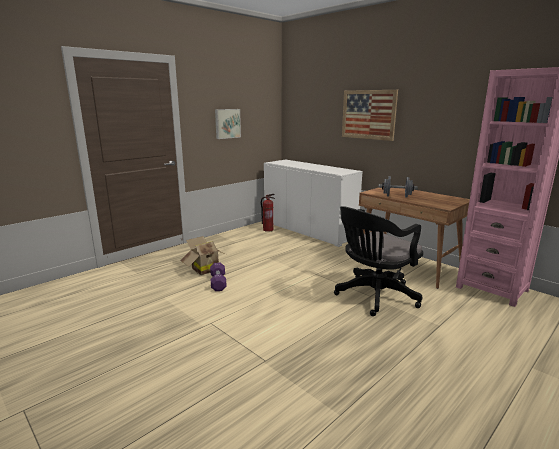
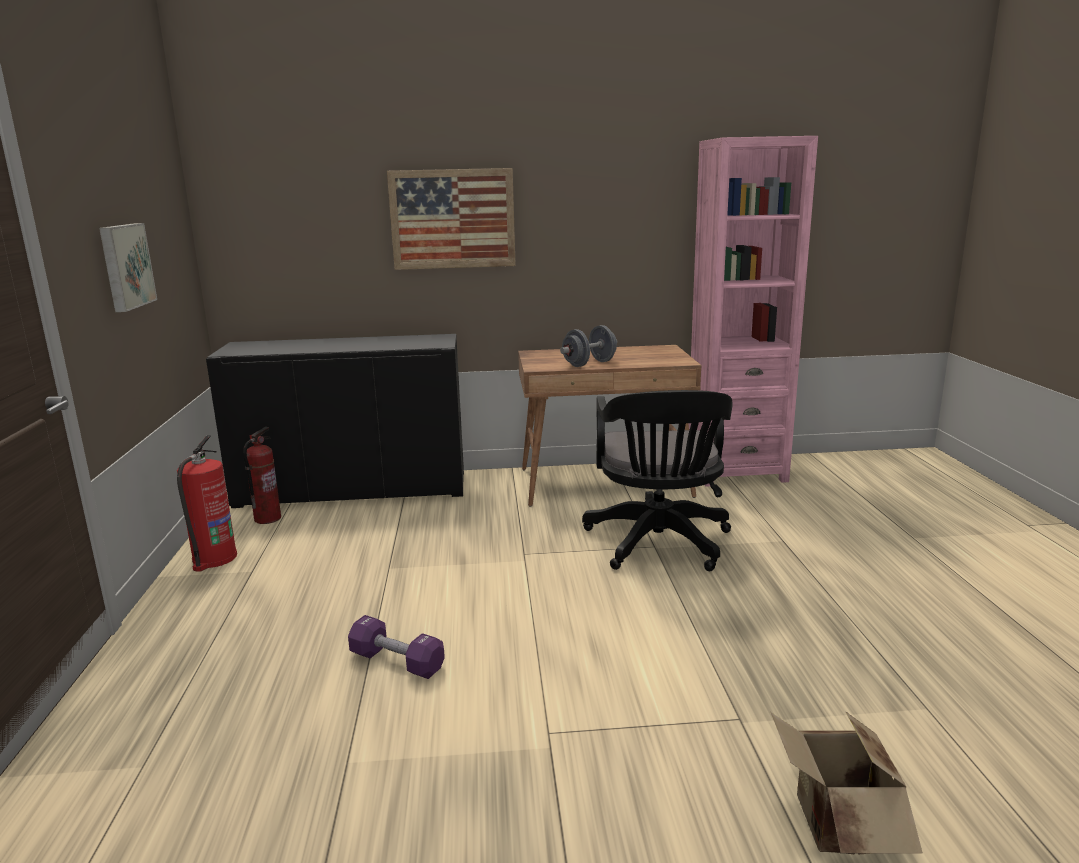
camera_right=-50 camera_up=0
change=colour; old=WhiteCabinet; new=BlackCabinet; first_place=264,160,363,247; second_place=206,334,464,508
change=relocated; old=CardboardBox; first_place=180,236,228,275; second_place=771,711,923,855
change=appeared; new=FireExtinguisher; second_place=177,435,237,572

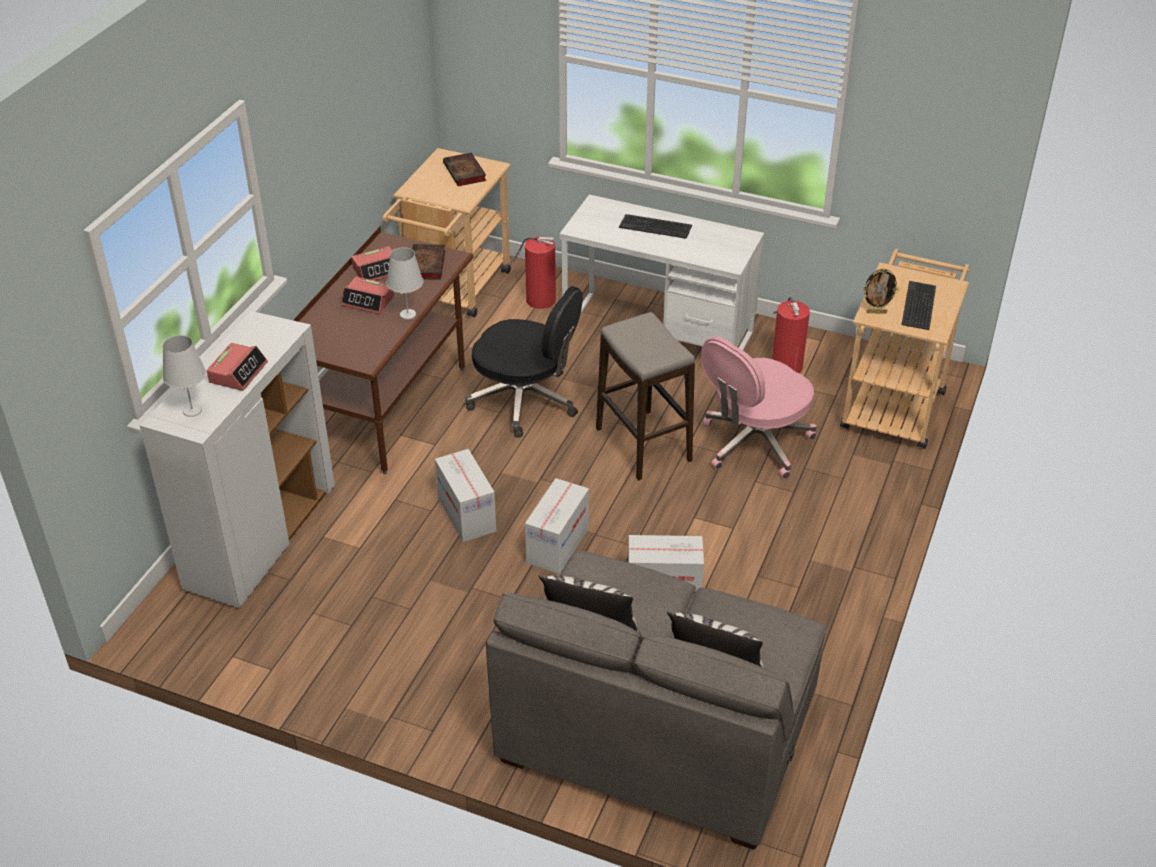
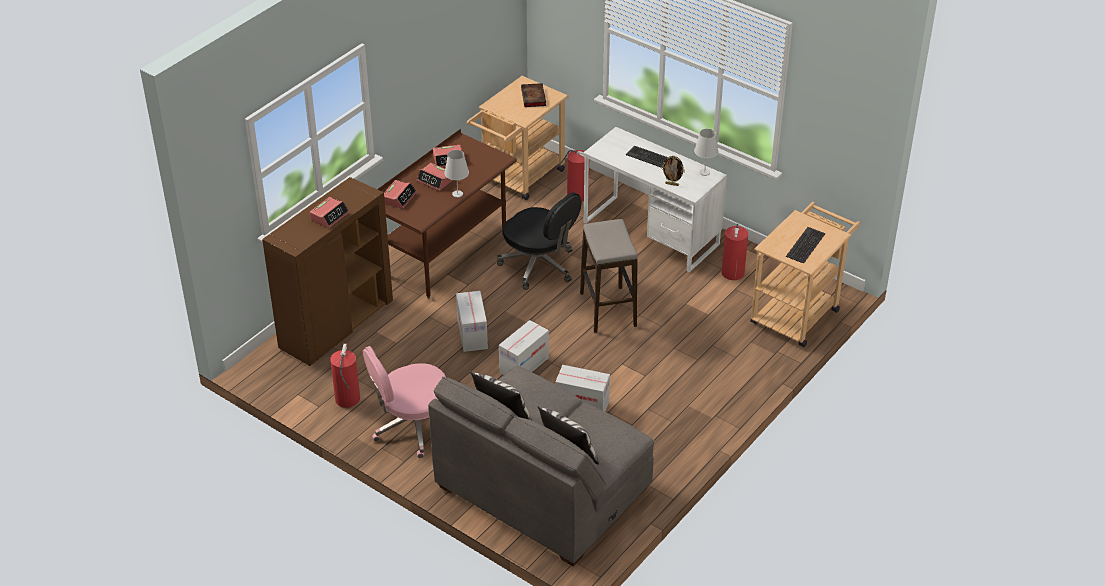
camera_right=15 camera_up=0
change=missing; old=Book; first_place=412,244,445,280
change=relocated; old=PictureFrame; first_place=863,268,899,313; second_place=661,156,685,186
change=colour; old=WhiteCabinet; new=BrownCabinet; first_place=139,311,335,608; second_place=262,177,393,366
change=relocated; old=WhiteTableLamp; first_place=163,335,206,417; second_place=694,129,718,176
change=relocated; old=PinkOfficeChair; first_place=701,336,817,479; second_place=363,346,446,458
change=appeared; new=AlarmClock; second_place=384,180,417,209
change=appeared; new=FireExtinguisher; second_place=330,344,360,408

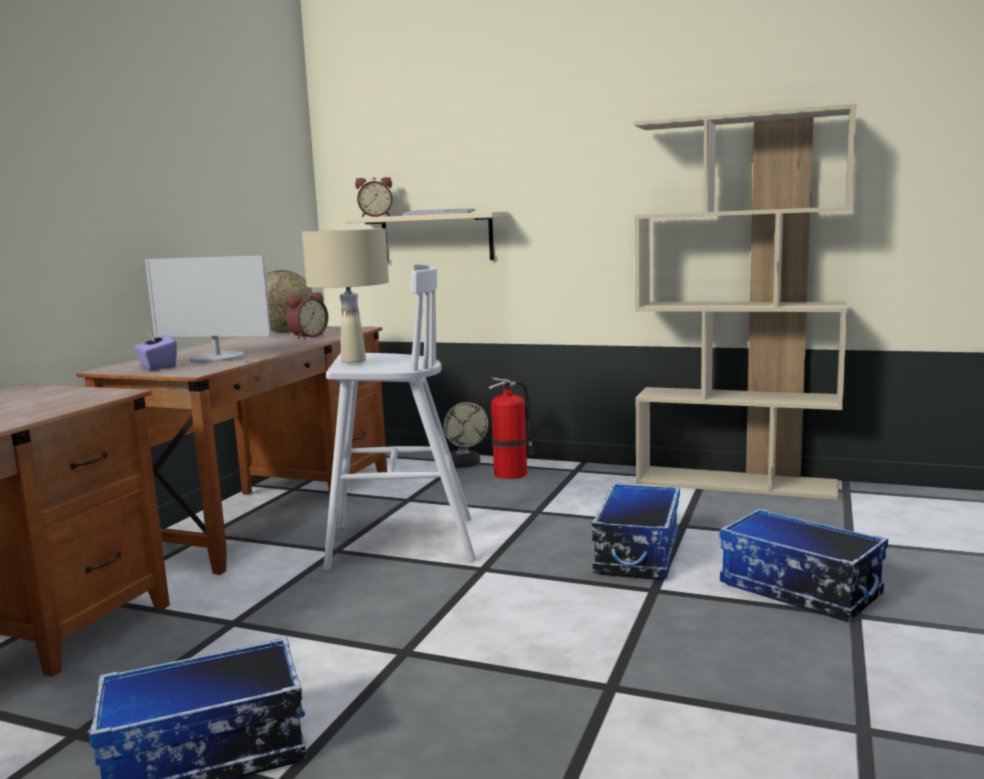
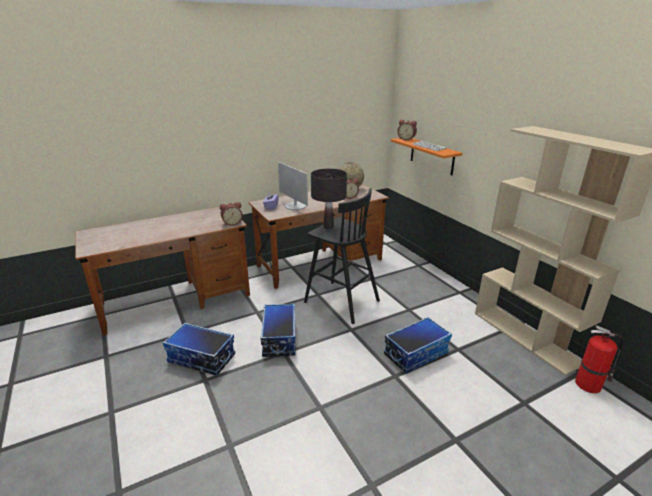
camera_right=40 camera_up=15
change=colour; old=BeigeShelf; new=OrangeShelf; first_place=345,212,509,260; second_place=391,138,463,175
change=colour; old=BeigeTableLamp; new=BlackTableLamp; first_place=302,228,389,363; second_place=311,169,347,229
change=colour; old=WhiteStool; new=BlackStool; first_place=323,264,476,570; second_place=304,188,380,324
change=relocated; old=FireExtinguisher; first_place=489,377,534,479; second_place=575,325,623,393
change=missing; old=BeigeFan; first_place=444,402,488,468
change=relocated; old=StorageBox; first_place=720,508,888,621; second_place=260,303,295,357
change=appeared; new=AlarmClock; second_place=220,202,243,226

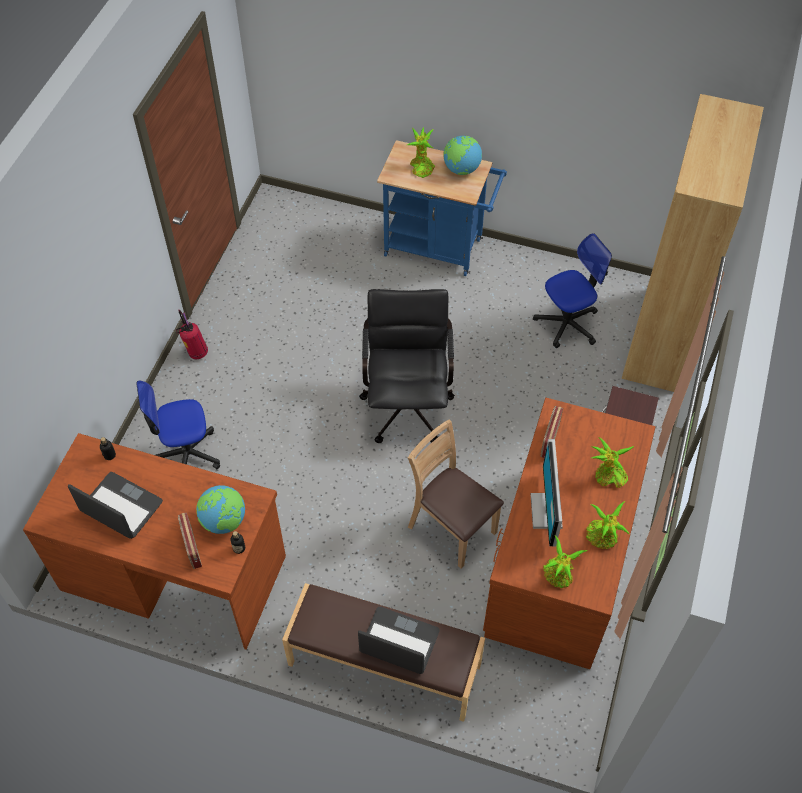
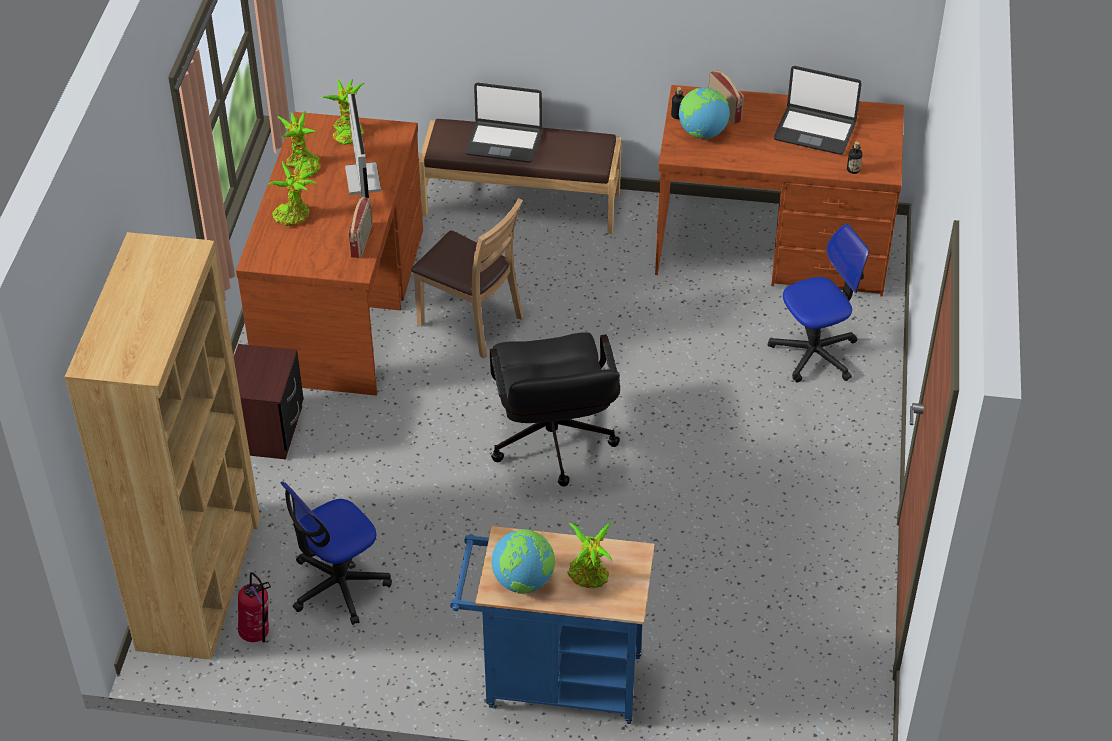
camera_right=170 camera_up=-10
change=relocated; old=FireExtinguisher; first_place=176,310,208,359; second_place=238,572,271,643

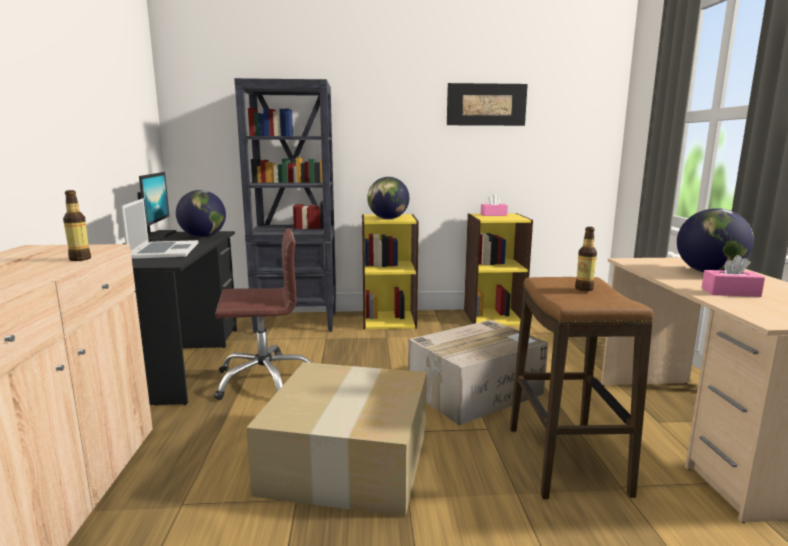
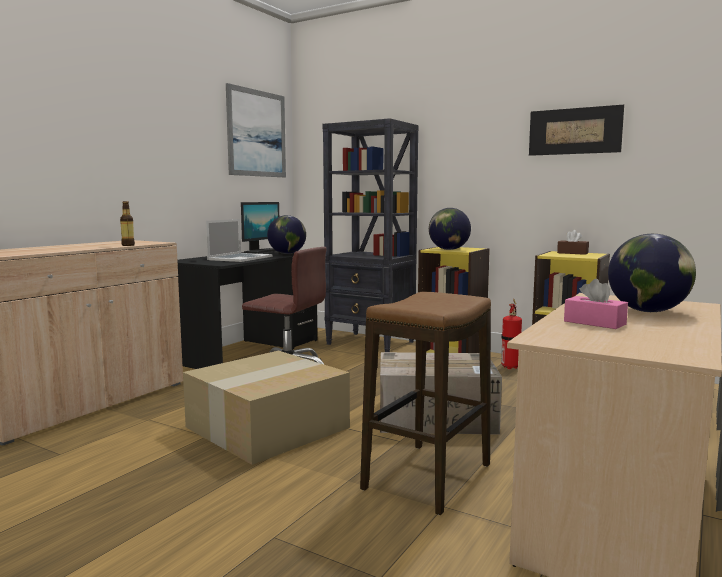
camera_right=35 camera_up=-5
change=colour; old=PinkTissueBox; new=BrownTissueBox; first_place=481,194,508,216; second_place=557,230,589,255
change=missing; old=Bottle; first_place=575,227,597,291
change=appeared; new=Picture; second_place=226,83,286,177
change=appeared; new=FireExtinguisher; second_place=501,299,522,370

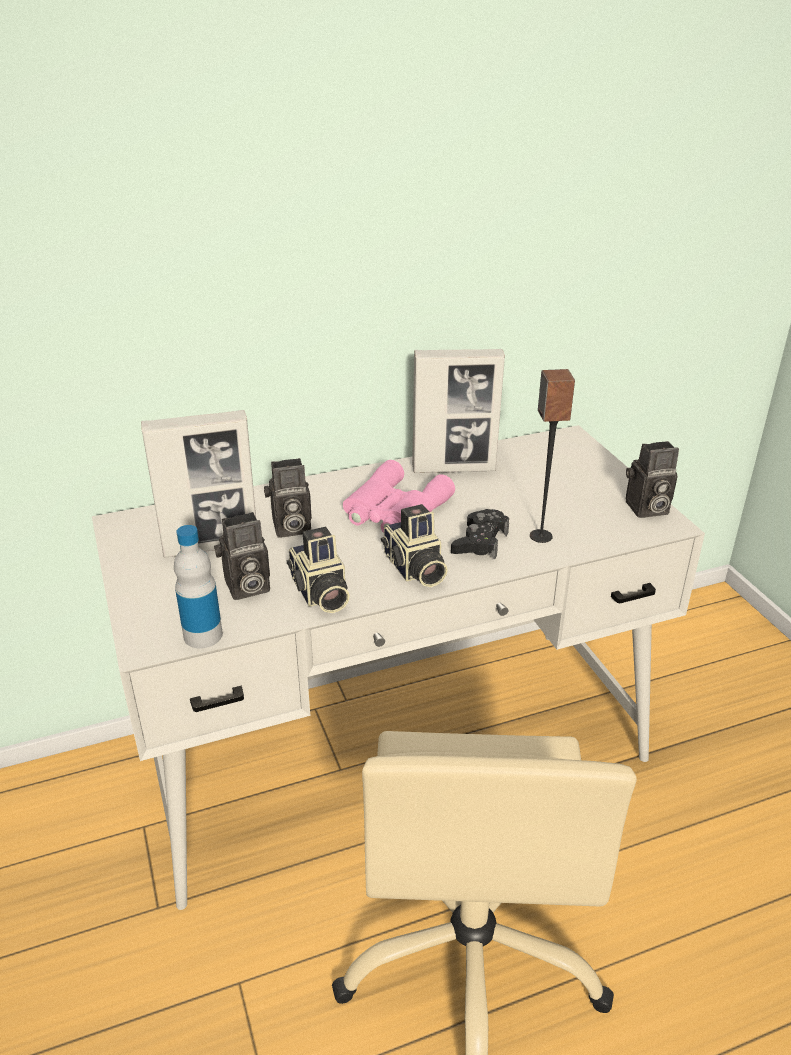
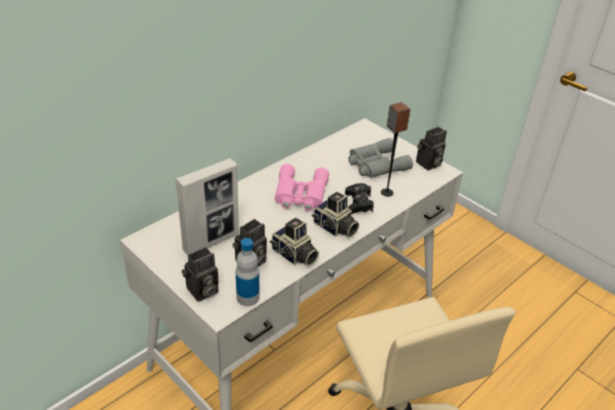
camera_right=-25 camera_up=5
change=missing; old=PictureFrame; first_place=412,349,505,473
change=relocated; old=PhotoCamera; first_place=264,458,312,537; second_place=182,247,218,302
change=appeared; new=GreyBinoculars; second_place=348,138,413,178

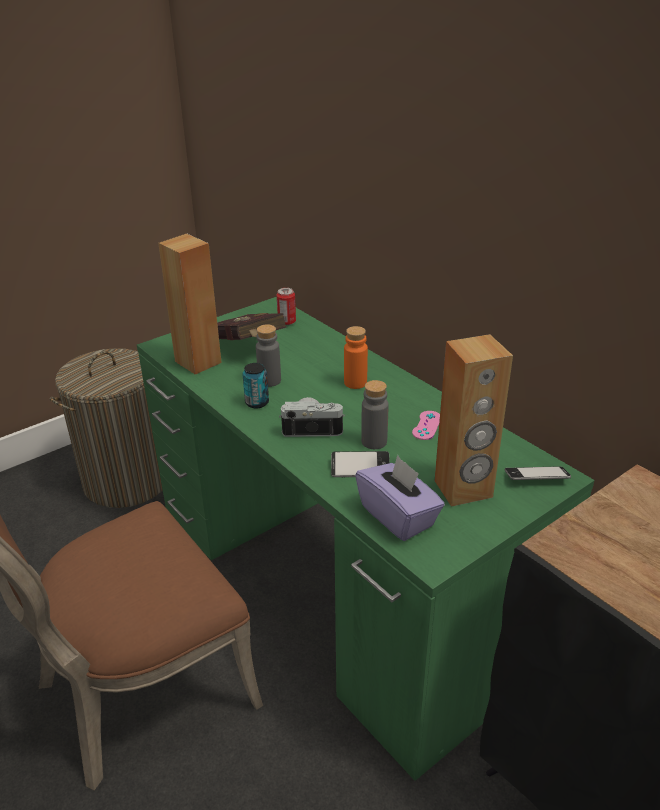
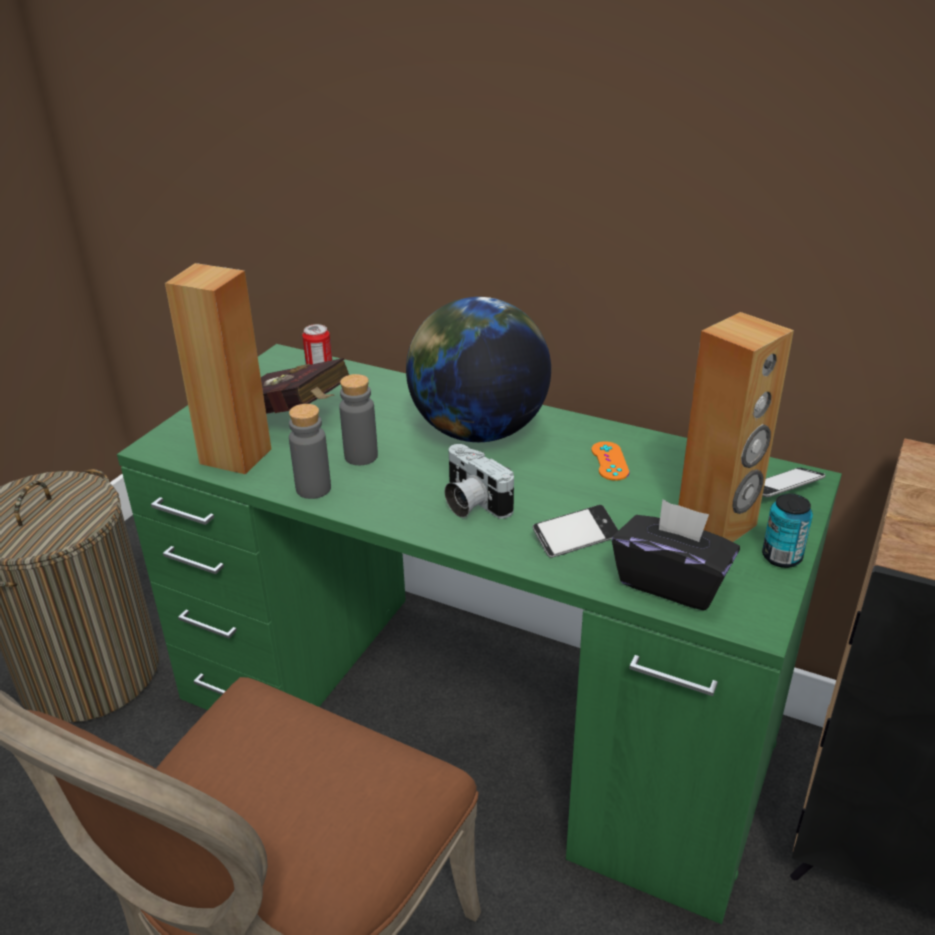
camera_right=-25 camera_up=0
change=exchanged; old=OrangeBottle; new=Globe; first_place=344,326,368,389; second_place=406,297,551,442
change=relocated; old=Can; first_place=243,363,269,408; second_place=762,493,813,568
change=relocated; old=GreyBottle; first_place=361,380,389,449; second_place=289,404,331,499
change=spun; old=PhotoCamera; first_place=279,397,345,437; second_place=445,444,514,519; degrees=-105
change=colour; old=PinkGameController; new=OrangeGameController; first_place=412,411,440,440; second_place=592,441,629,481
change=colour; old=PurpleTissueBox; new=BlackTissueBox; first_place=355,455,445,541; second_place=612,499,740,610

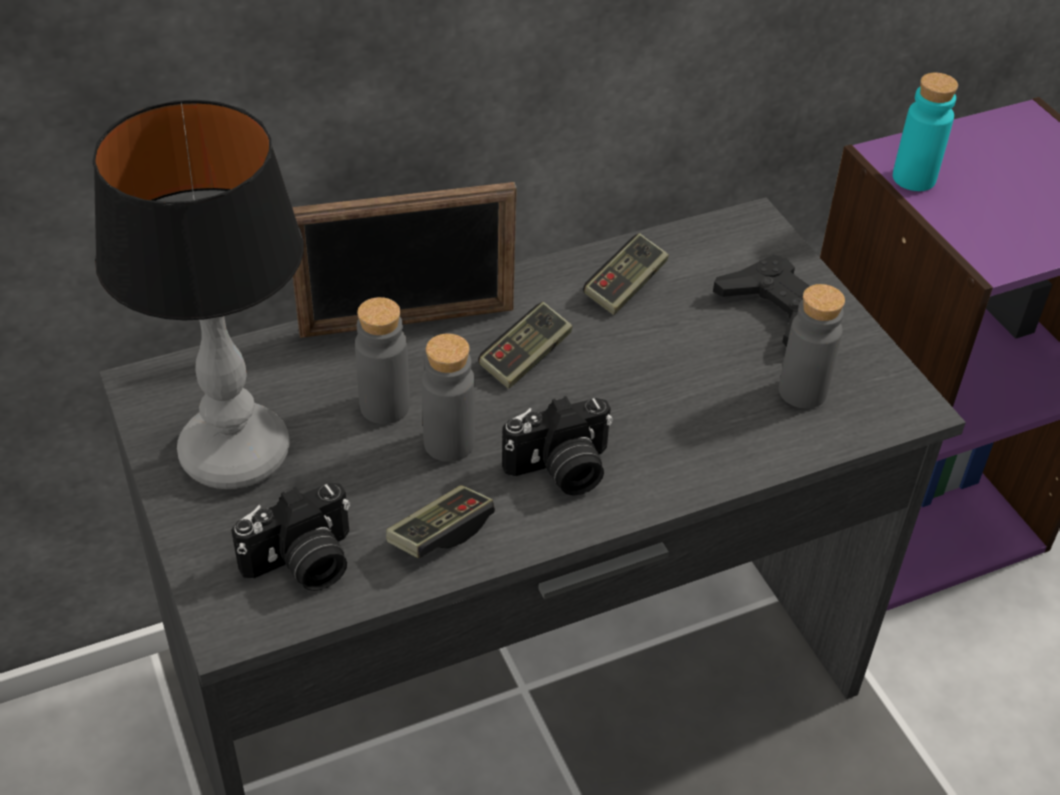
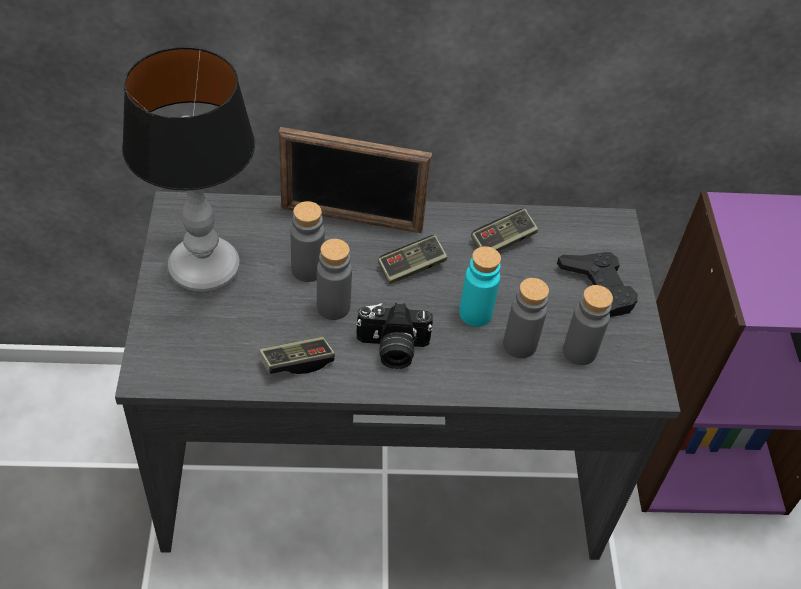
camera_right=20 camera_up=5
change=relocated; old=TurquoiseBottle; first_place=893,73,958,191; second_place=459,246,501,327
change=missing; old=PhotoCamera; first_place=231,483,350,591
change=appeared; new=GreyBottle; second_place=503,278,549,358

